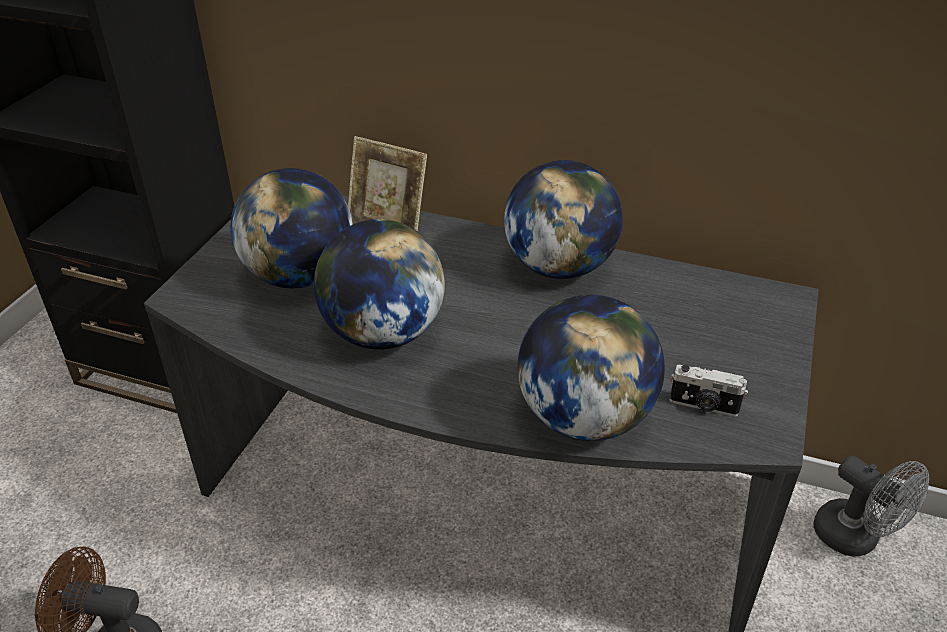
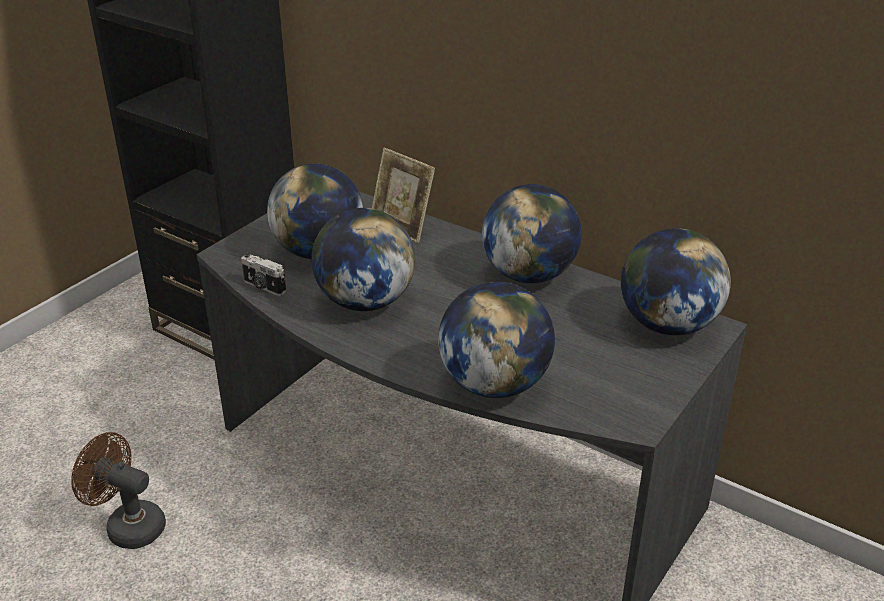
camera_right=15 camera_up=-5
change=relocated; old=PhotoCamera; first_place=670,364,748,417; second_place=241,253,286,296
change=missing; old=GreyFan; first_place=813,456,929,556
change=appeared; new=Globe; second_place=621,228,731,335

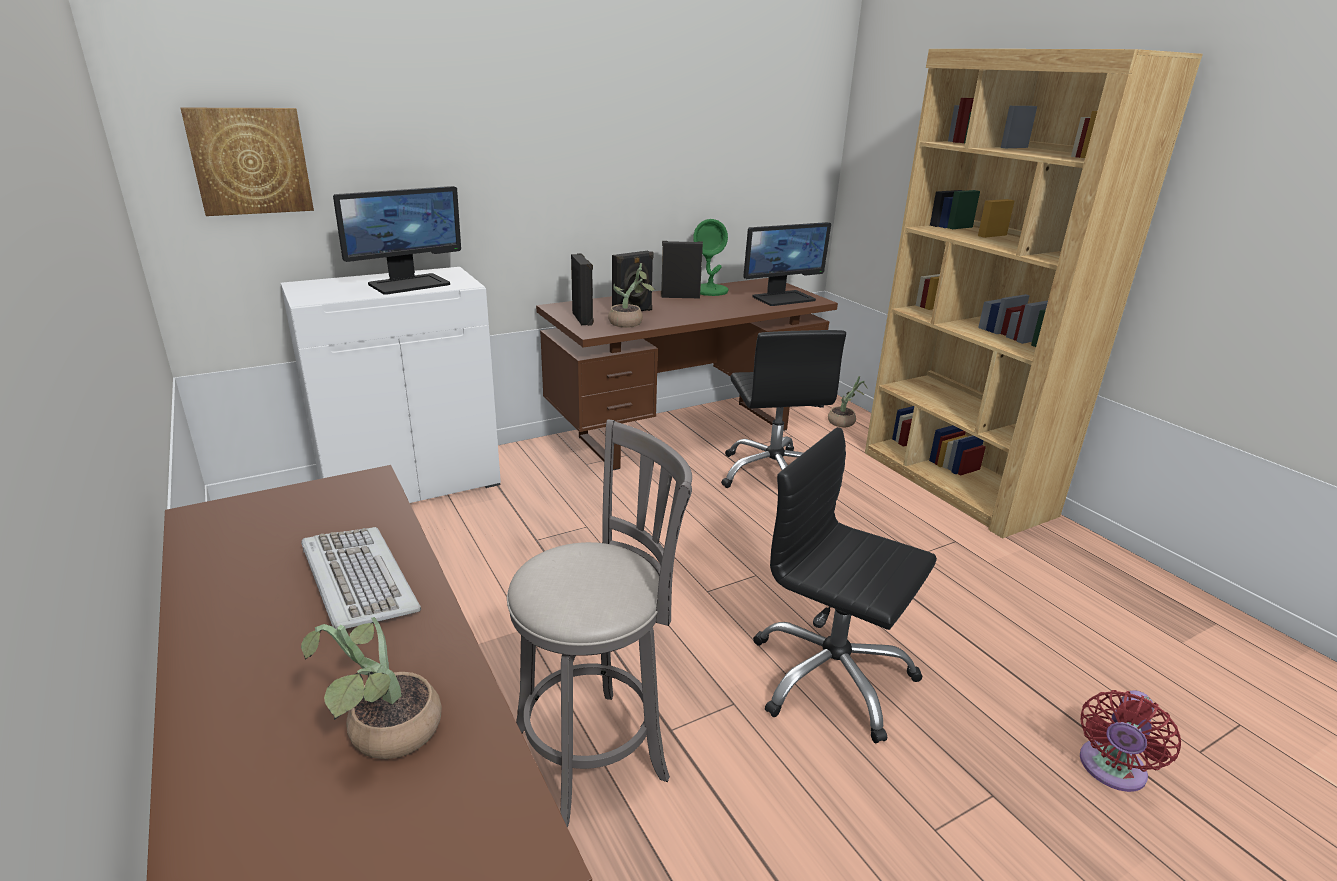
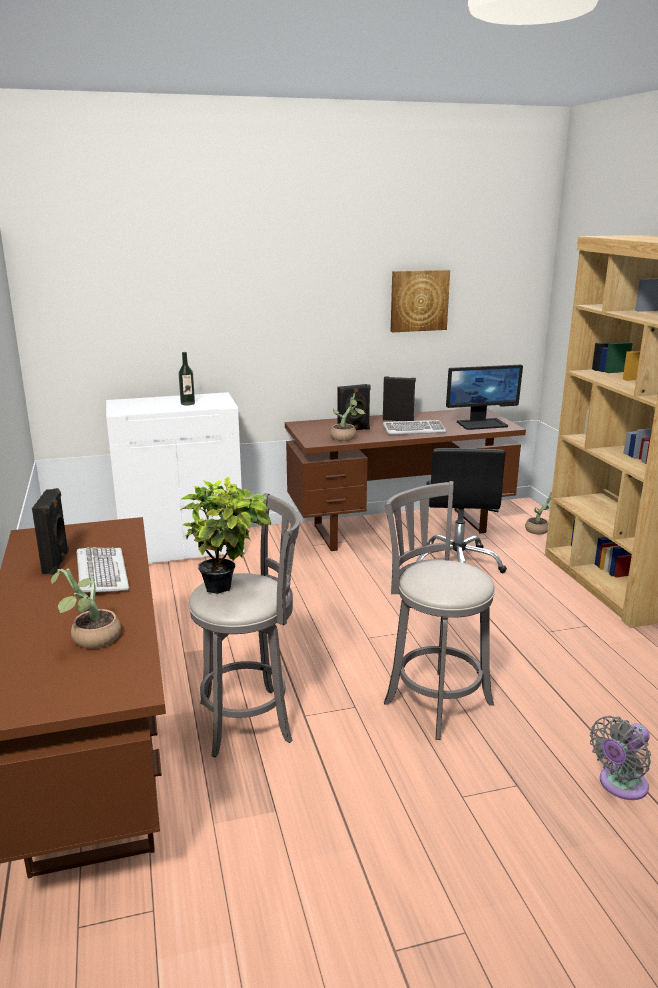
camera_right=15 camera_up=-5
change=relocated; old=Picture; first_place=181,108,314,216; second_place=390,270,450,332
change=exchanged; old=Monitor; new=Bottle; first_place=333,186,461,295; second_place=179,352,195,406
change=missing; old=GreenTableLamp; first_place=693,219,729,296
change=relocated; old=BlackSpeaker; first_place=571,253,594,326; second_place=32,488,69,575
change=exchanged; old=BlackOfficeChair; new=GreyStool; first_place=753,427,937,743; second_place=384,481,495,740
change=colour; old=RedFan; new=GreyFan; first_place=1080,690,1181,792; second_place=590,716,651,800
change=appeared; new=Keyboard; second_place=383,420,447,435
change=appeared; new=PottedPlant; second_place=180,477,271,594

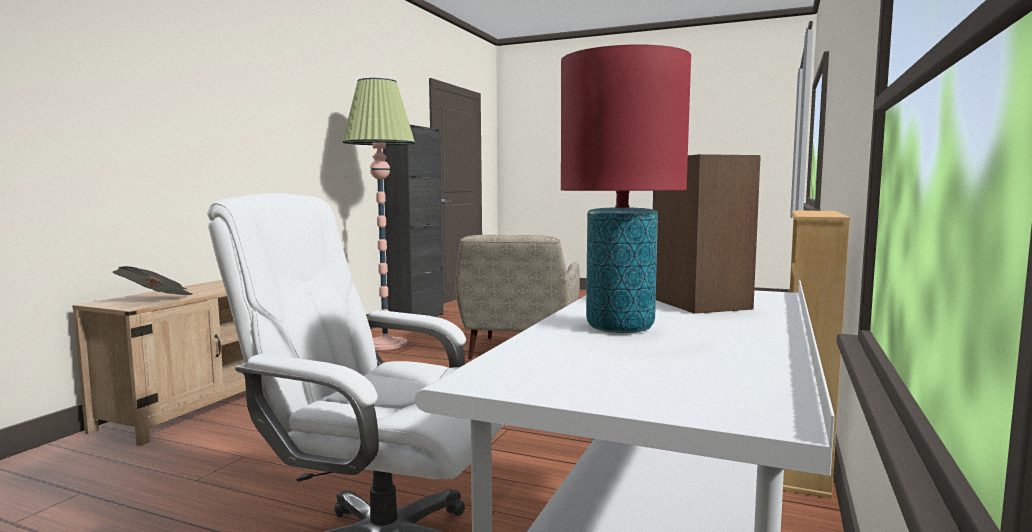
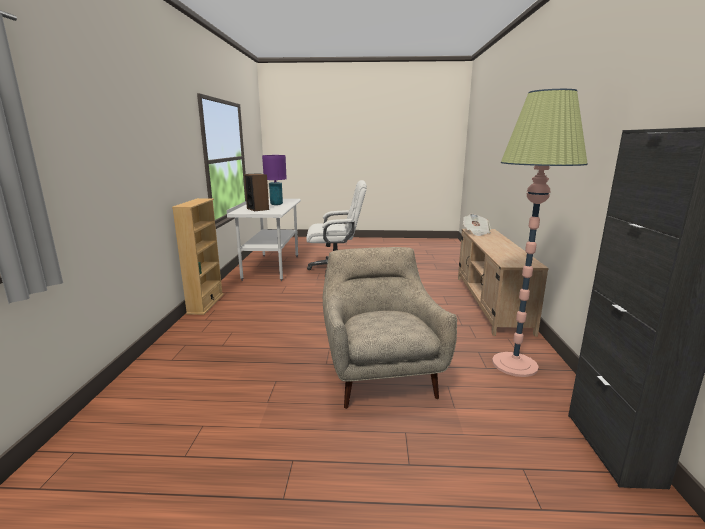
camera_right=160 camera_up=10
change=colour; old=RedTableLamp; new=PurpleTableLamp; first_place=561,44,691,333; second_place=262,155,287,205

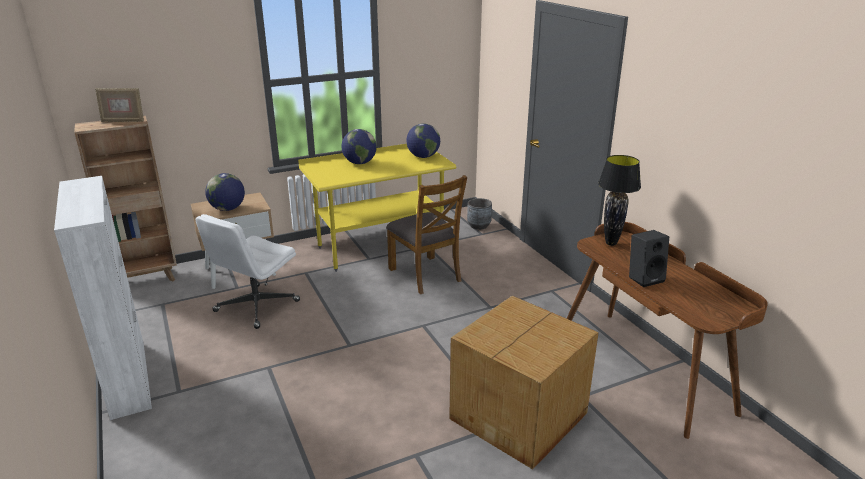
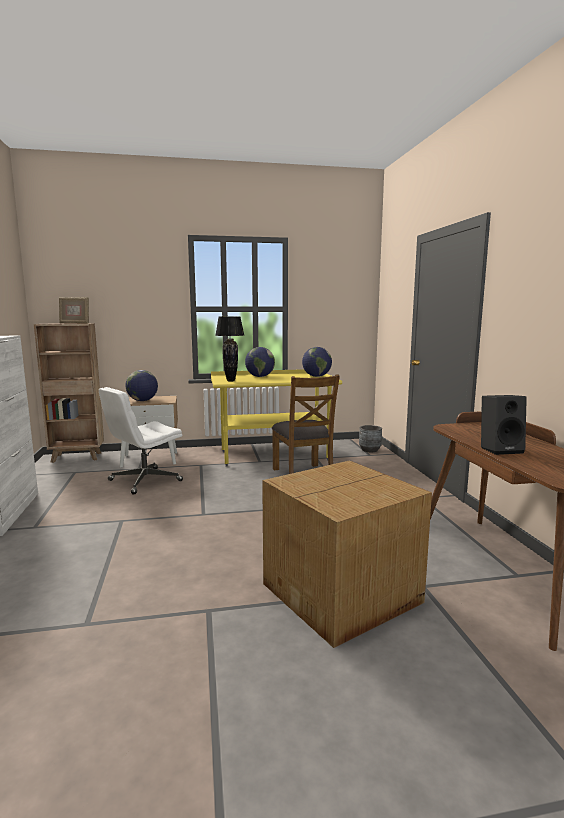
camera_right=15 camera_up=-15
change=relocated; old=BlackTableLamp; first_place=598,155,641,246; second_place=215,316,244,382

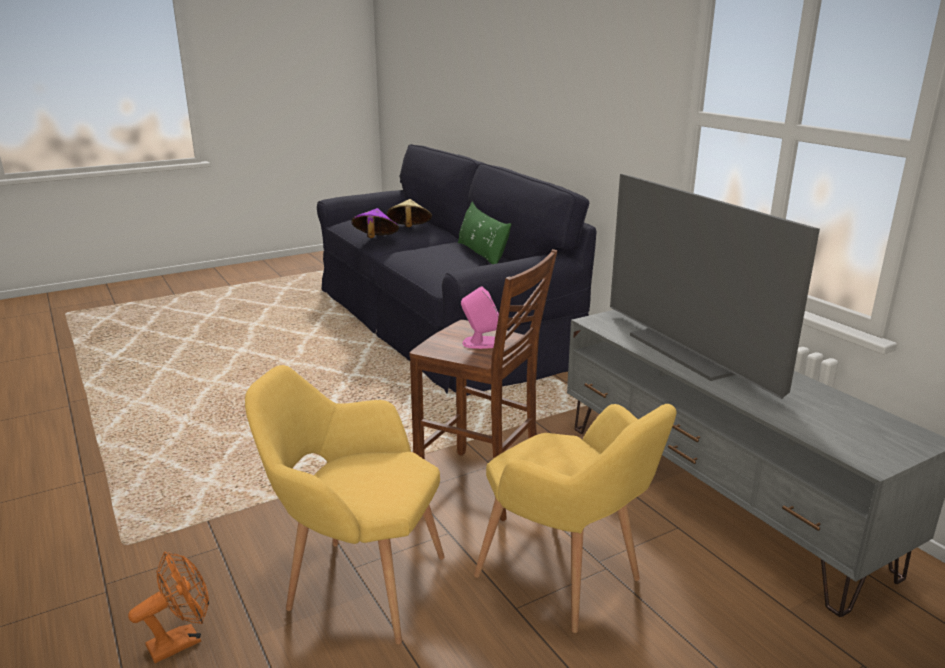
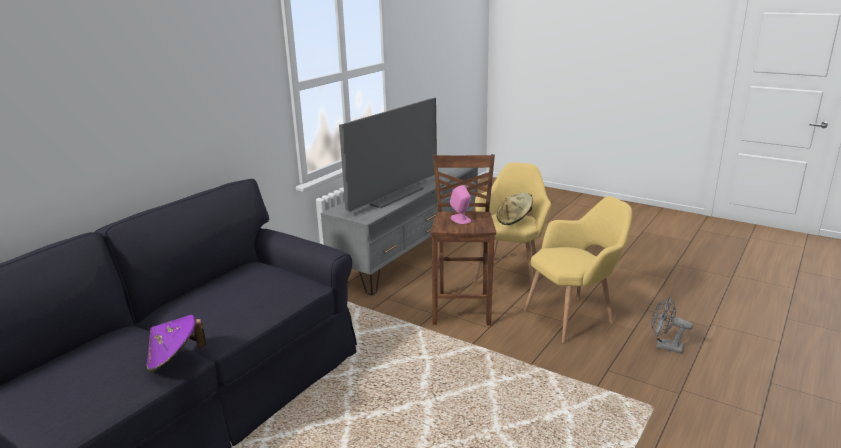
camera_right=-115 camera_up=0
change=relocated; old=BeigeHat; first_place=387,199,432,227; second_place=497,193,533,225
change=missing; old=GreenPillow; first_place=458,202,511,264
change=spun; old=YellowArmchair; first_place=245,365,445,645; second_place=524,196,632,343; degrees=-105
change=colour; old=OrangeFan; new=GreyFan; first_place=128,552,209,663; second_place=651,297,693,353

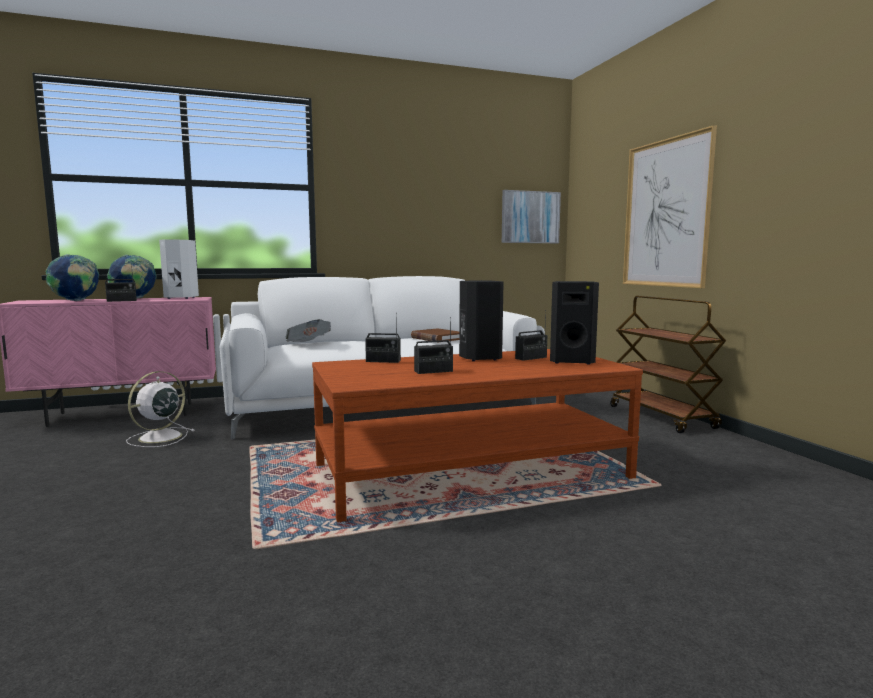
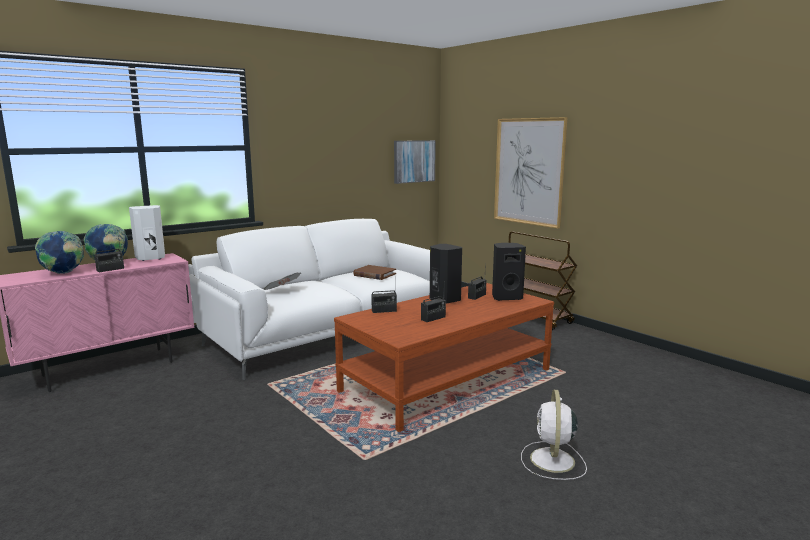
camera_right=-20 camera_up=5
change=relocated; old=WhiteFan; first_place=126,371,194,447; second_place=521,390,587,480

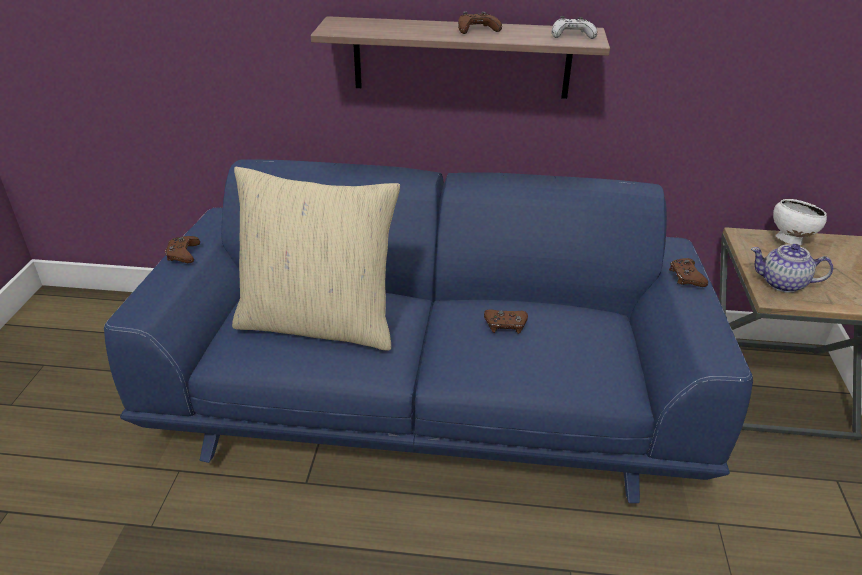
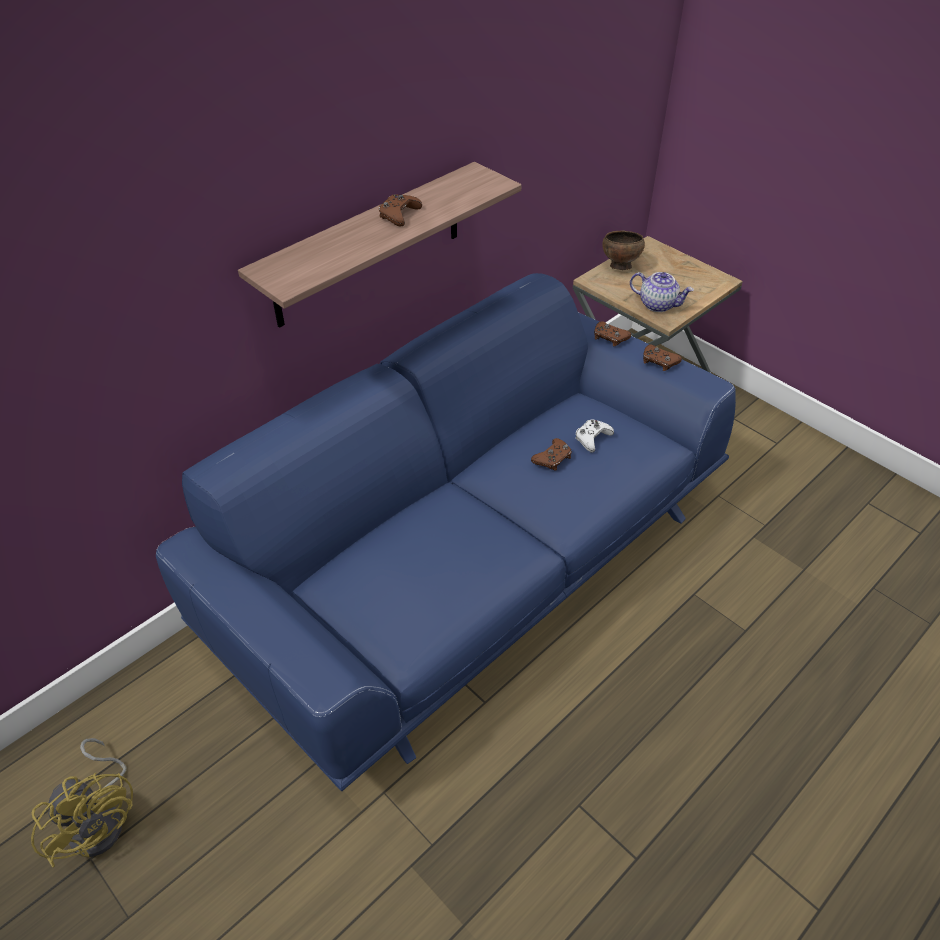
camera_right=-50 camera_up=10
change=relocated; old=WhiteGameController; first_place=552,16,597,39; second_place=575,419,614,452
change=missing; old=BeigePillow; first_place=232,167,400,351
change=colour; old=WhiteBowl; new=BrownBowl; first_place=773,199,827,245; second_place=602,230,645,270
change=relocated; old=BrownGameController; first_place=165,236,200,263; second_place=643,344,682,371
change=spun; old=Teapot; first_place=751,244,833,293; second_place=630,272,694,312; degrees=-120
change=appeared; new=YellowFan; second_place=31,738,133,868

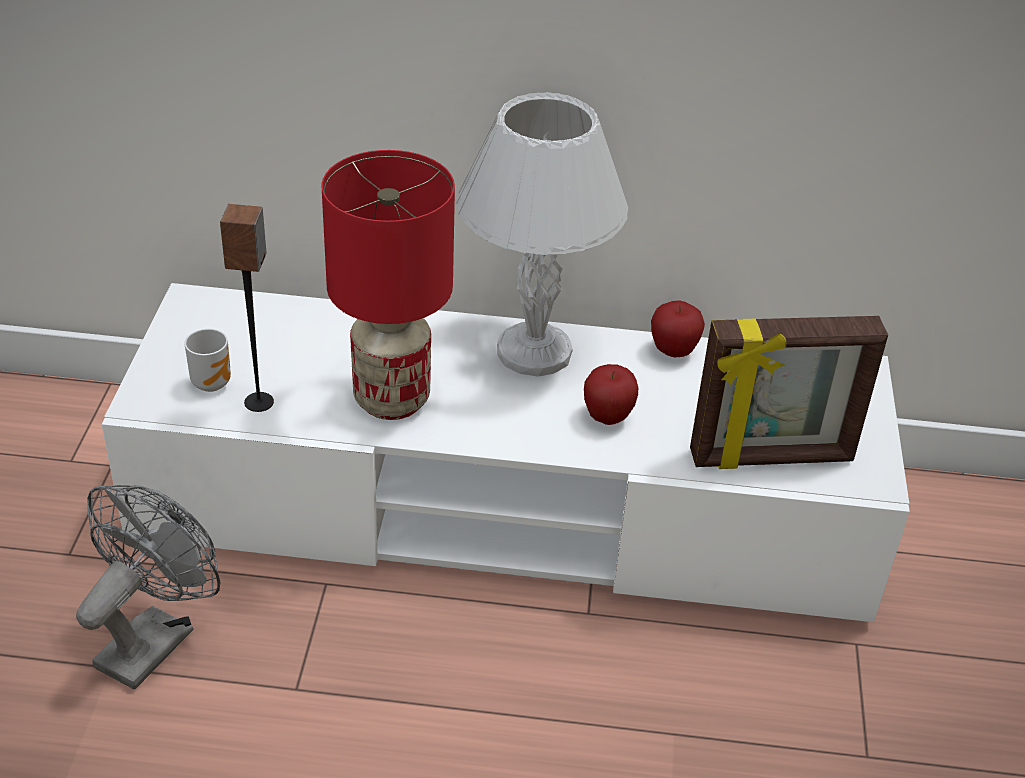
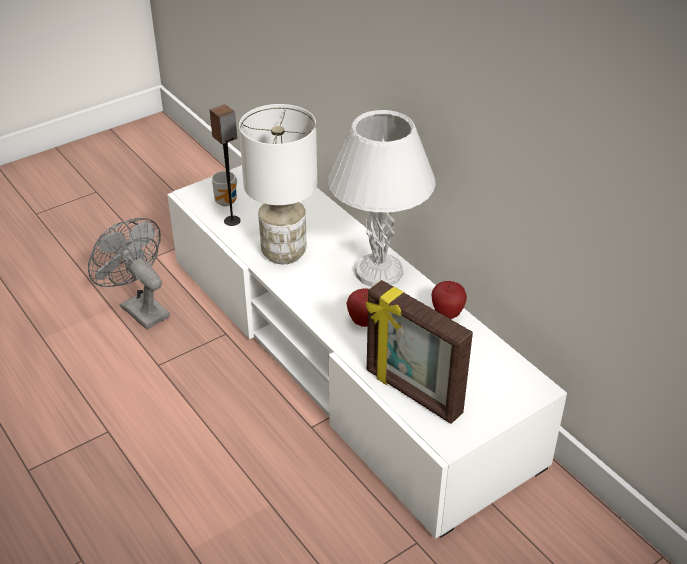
camera_right=50 camera_up=0
change=colour; old=RedTableLamp; new=WhiteTableLamp; first_place=321,150,455,420; second_place=239,104,317,264
change=spun; old=GreyFan; first_place=76,485,220,689; second_place=88,218,170,329; degrees=-120

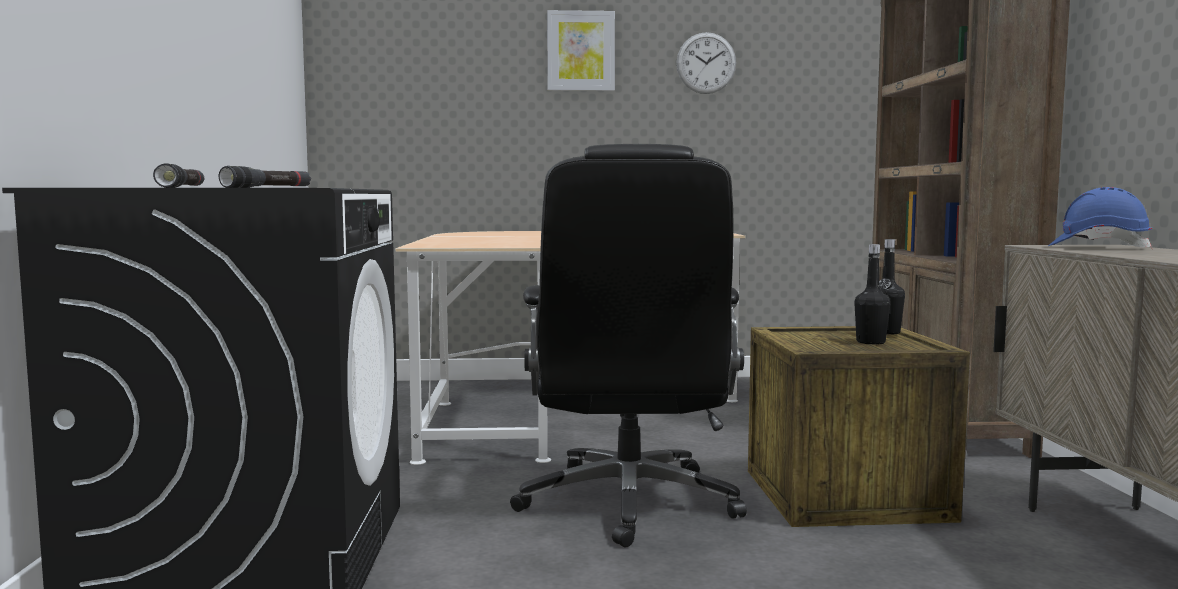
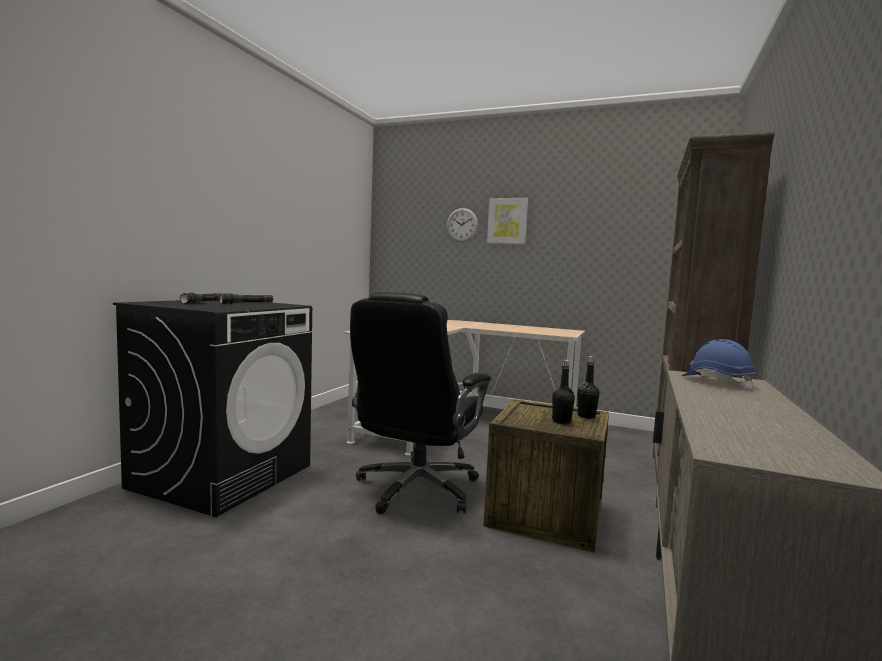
camera_right=25 camera_up=0
change=relocated; old=WallClock; first_place=676,32,736,94; second_place=446,208,478,242

